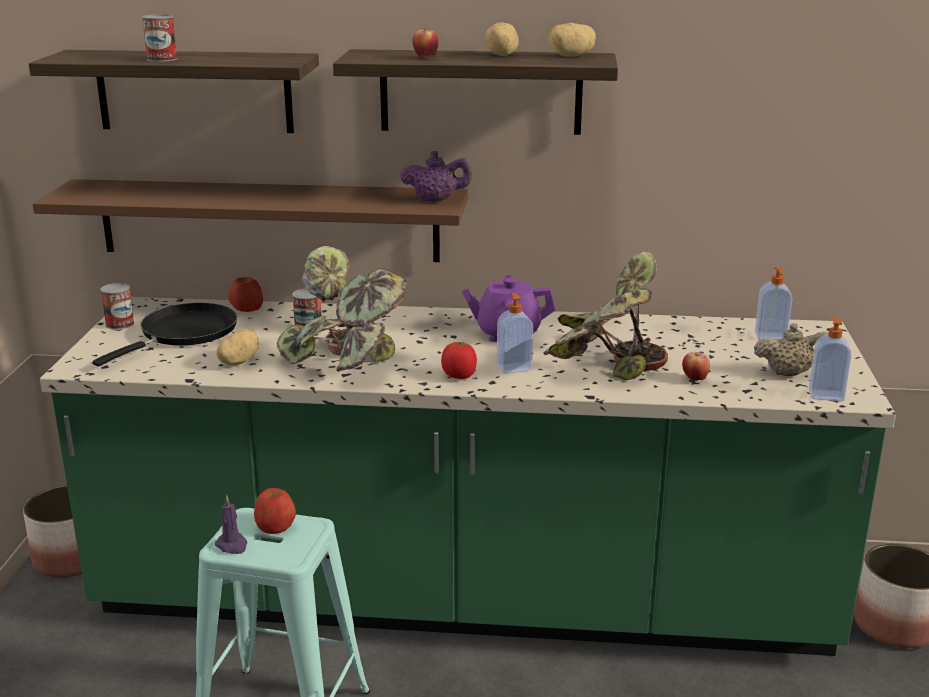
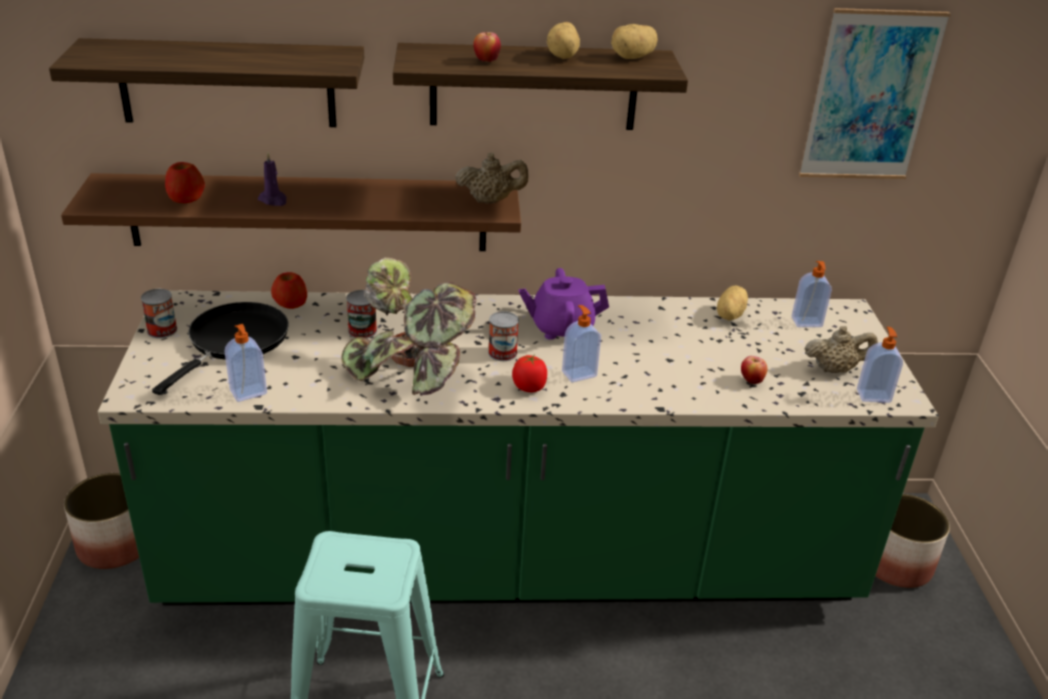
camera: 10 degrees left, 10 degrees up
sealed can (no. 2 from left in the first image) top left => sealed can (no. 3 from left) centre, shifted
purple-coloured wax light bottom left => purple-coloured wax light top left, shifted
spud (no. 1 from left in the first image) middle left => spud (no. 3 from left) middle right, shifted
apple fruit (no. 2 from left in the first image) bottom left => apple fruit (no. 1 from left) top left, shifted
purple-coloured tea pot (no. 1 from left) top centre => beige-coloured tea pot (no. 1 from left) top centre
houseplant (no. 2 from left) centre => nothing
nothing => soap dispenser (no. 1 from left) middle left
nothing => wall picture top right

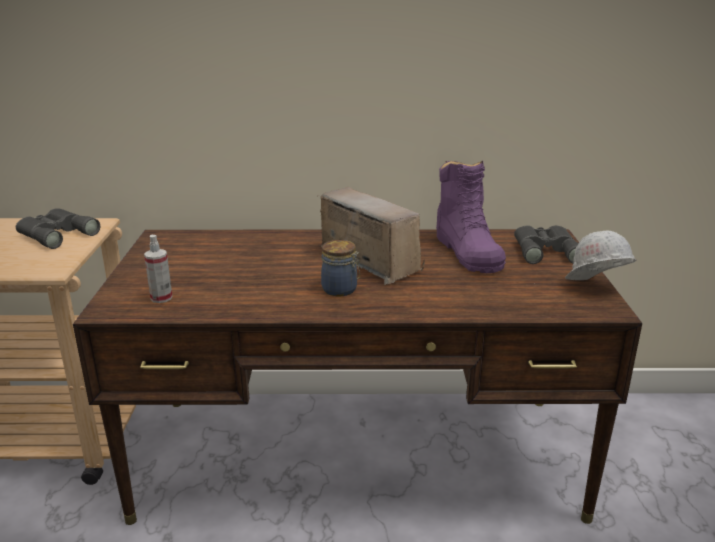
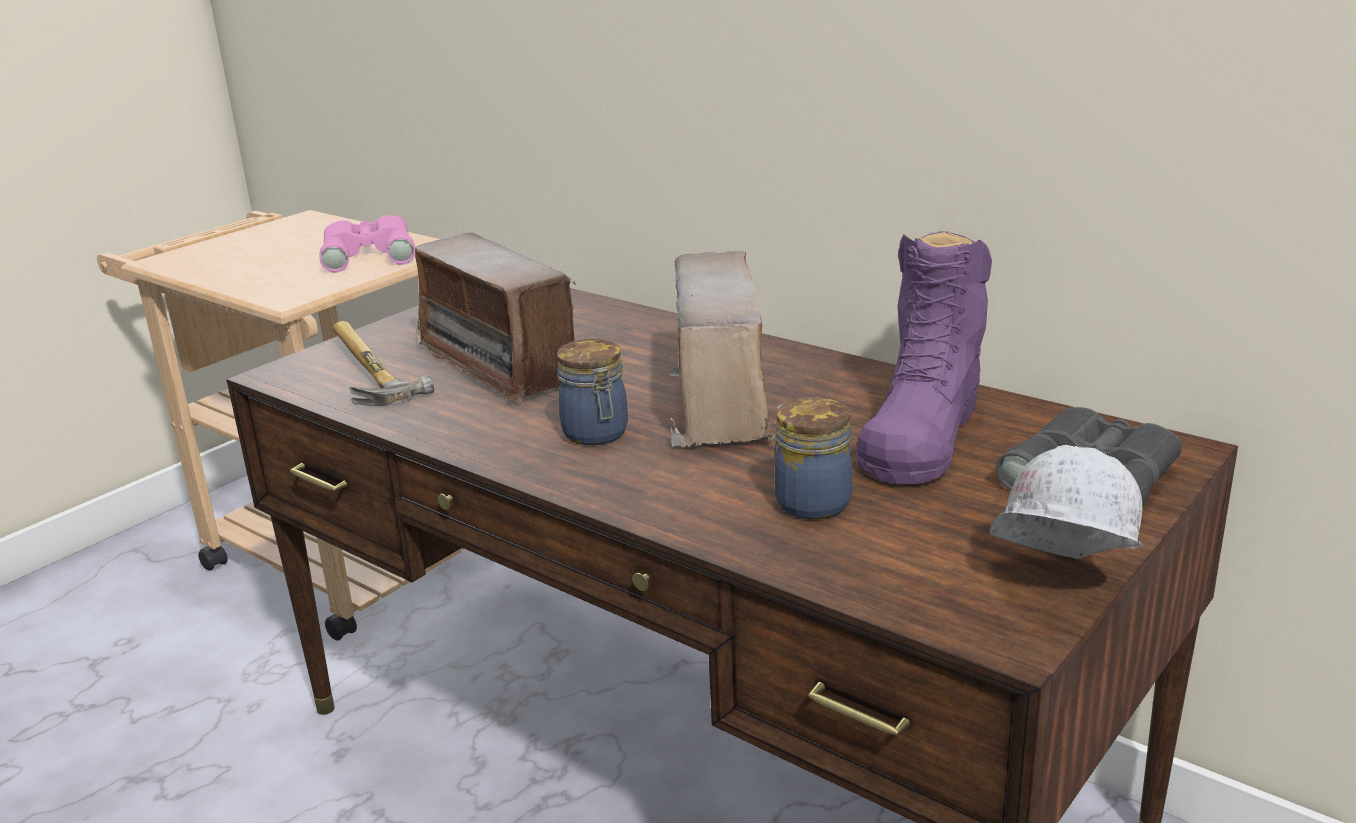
camera: 40 degrees right, 0 degrees up
greyish pair of binoculars (no. 1 from left) middle left => pink pair of binoculars top left
spray bottle middle left => tool hammer middle left
nothing => radio receiver (no. 1 from left) centre
nothing => preserve jar (no. 2 from left) centre

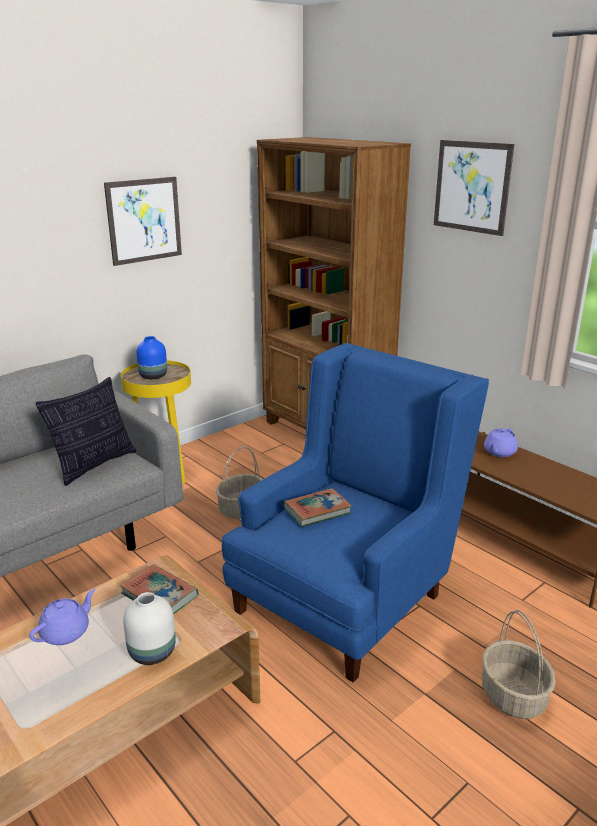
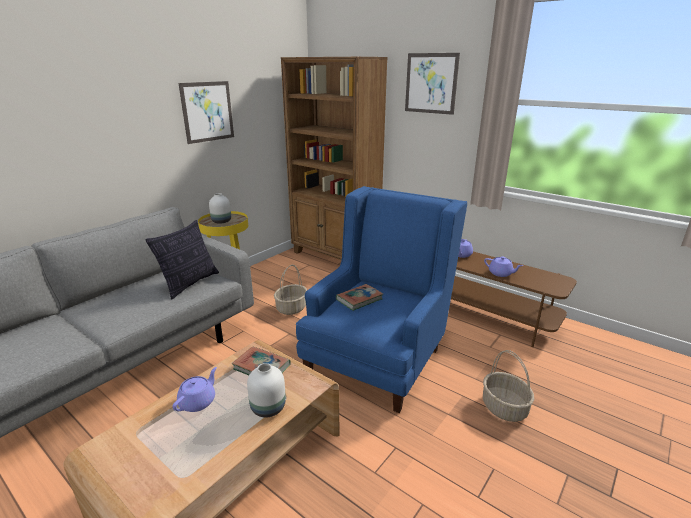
camera: 10 degrees left, 0 degrees up
blue-coloured vase middle left => whitish vase (no. 1 from left) middle left
nothing => purple-coloured tea pot (no. 3 from left) middle right

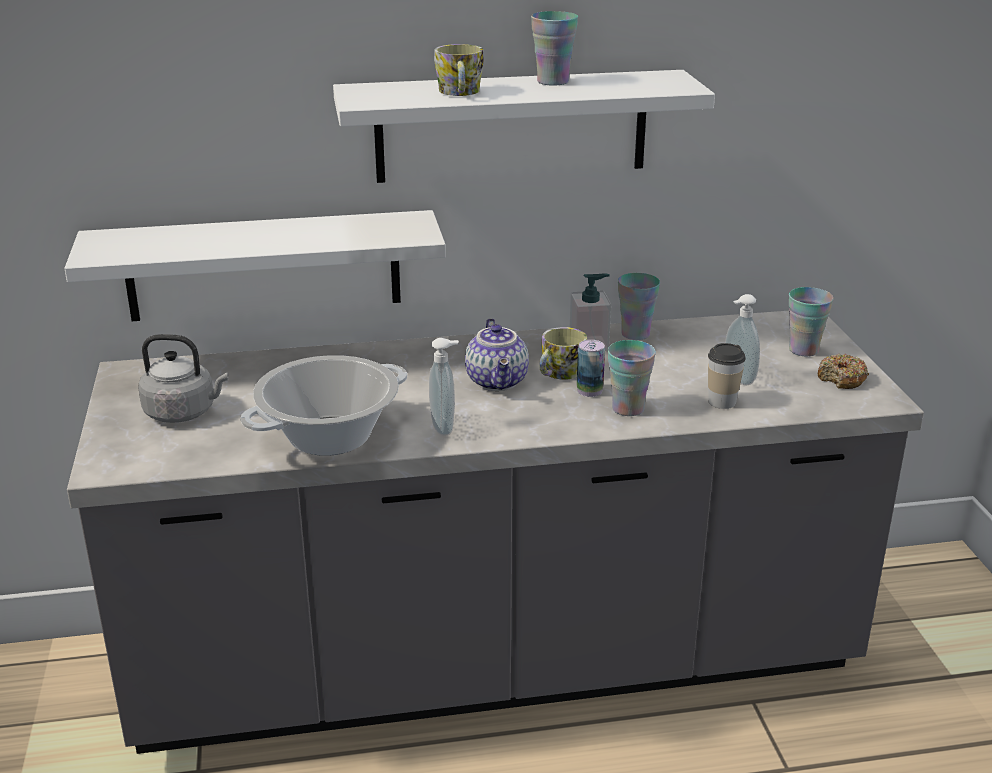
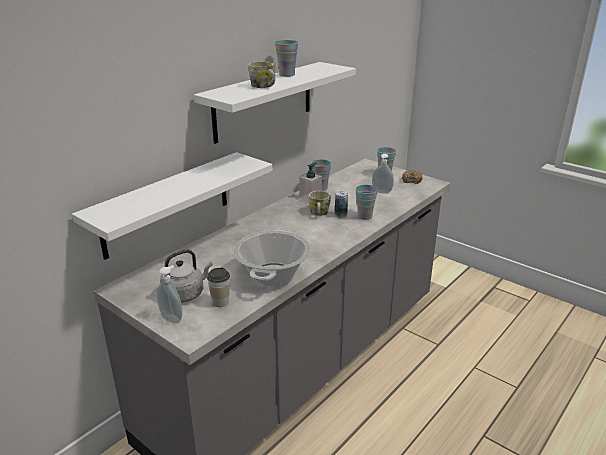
camera: 40 degrees left, 0 degrees up
soap dispenser (no. 1 from left) centre => soap dispenser (no. 1 from left) middle left, shifted
tea pot centre => nothing
small cup (no. 4 from left in the first image) middle right => small cup (no. 1 from left) centre, shifted

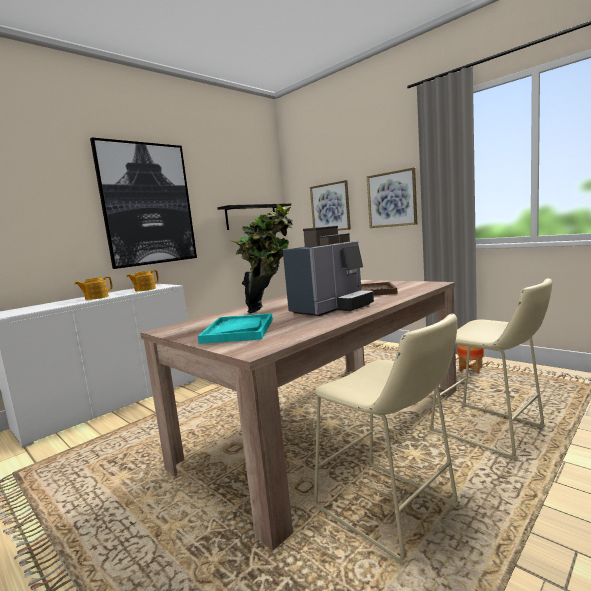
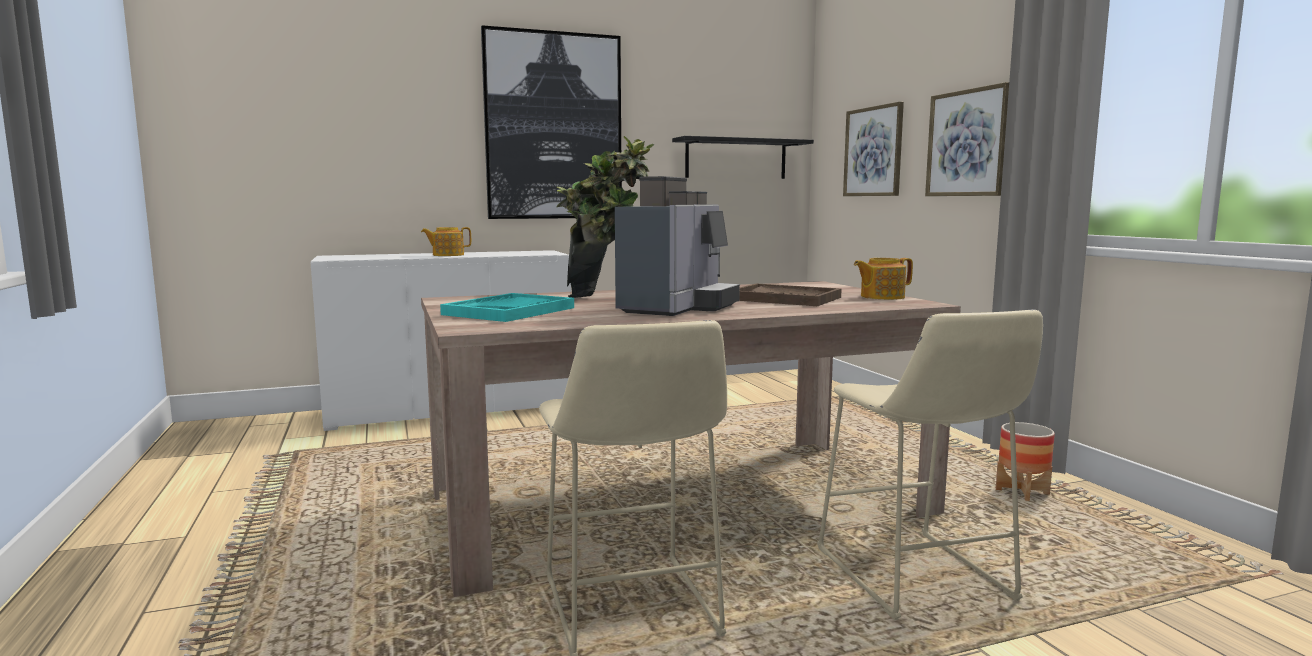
camera: 25 degrees right, 0 degrees up
tea pot (no. 2 from left) middle left => tea pot (no. 2 from left) middle right, shifted
coffee machine centre, 45 degrees counterclockwise

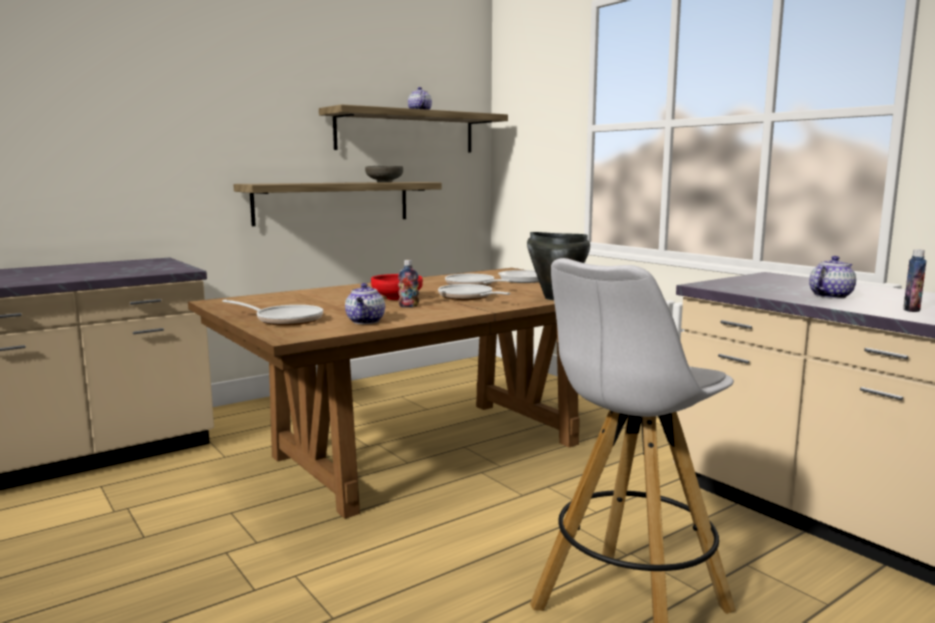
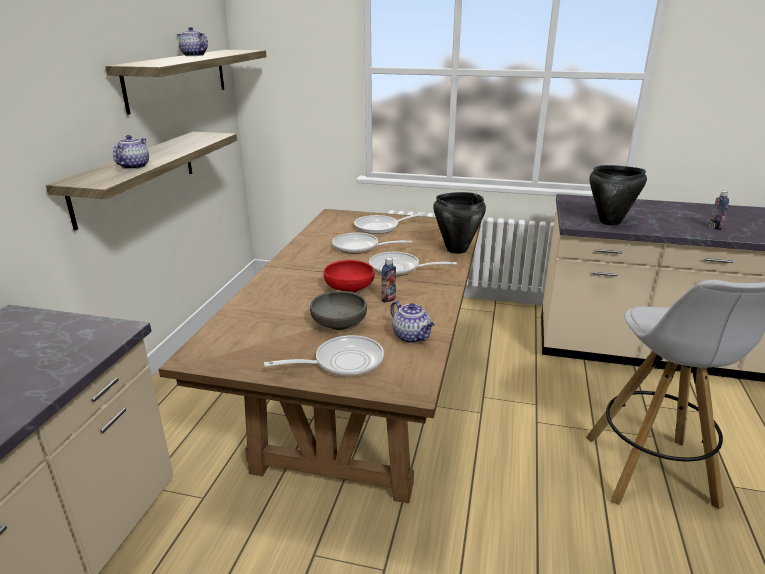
camera: 40 degrees left, 15 degrees up
greyish deep dish top centre => greyish deep dish centre, shifted
tea pot (no. 3 from left in the first image) middle right => tea pot (no. 1 from left) top left, shifted
nothing => blackish saucepot (no. 2 from left) middle right

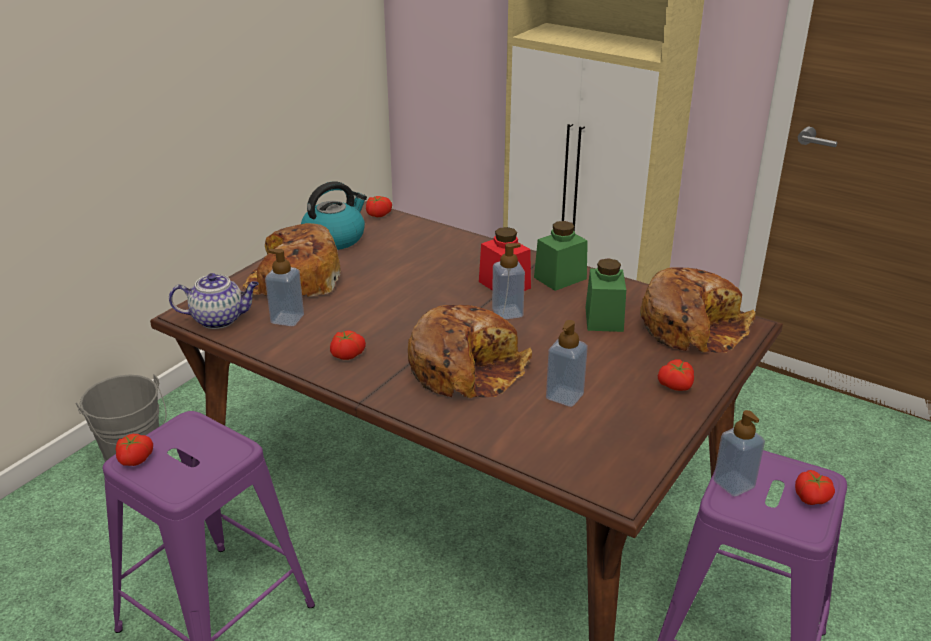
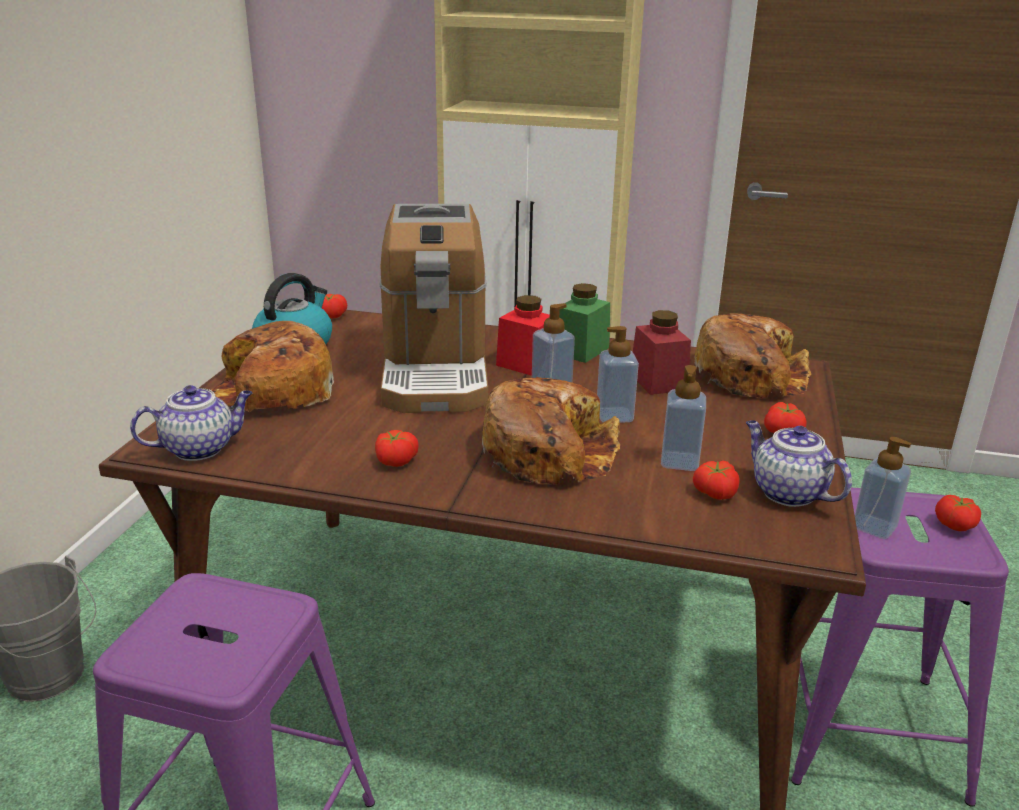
camera: 20 degrees left, 5 degrees down
fresh tomato (no. 1 from left in the first image) bottom left => fresh tomato (no. 3 from left) middle right, shifted
soap dispenser (no. 1 from left in the first image) middle left => soap dispenser (no. 2 from left) centre, shifted
green-coloured preserve jar (no. 2 from left) centre => reddish preserve jar (no. 2 from left) centre
nothing => coffee machine centre
nothing => tea pot (no. 2 from left) middle right

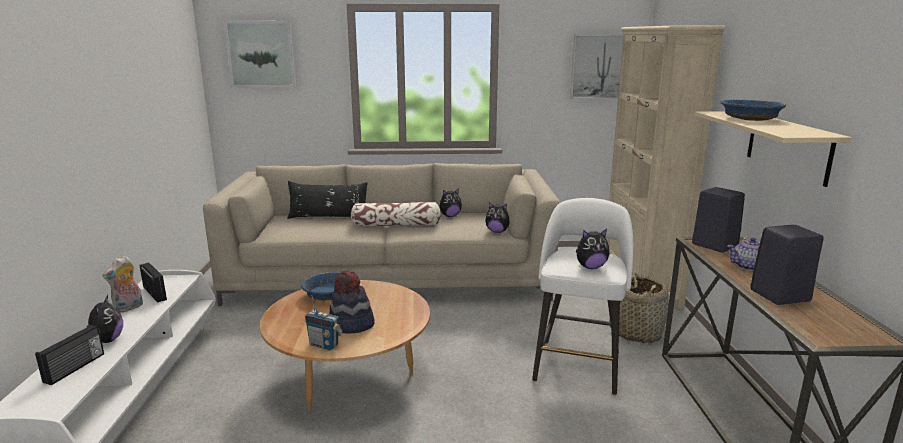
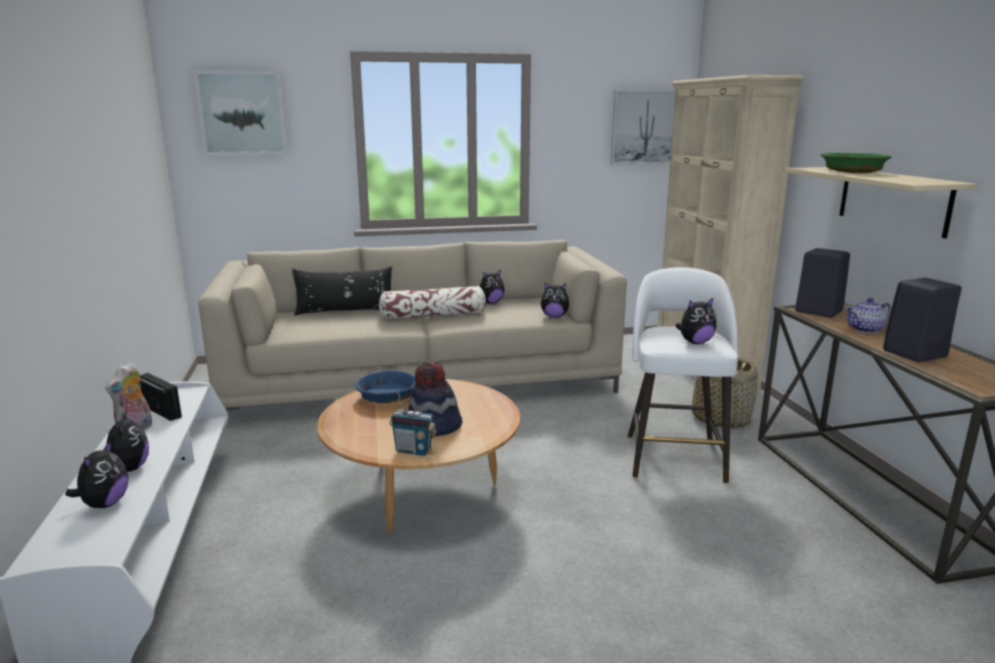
camera: 10 degrees left, 0 degrees up
radio receiver (no. 1 from left) bottom left => soft toy (no. 1 from left) bottom left
blue-coloured deep dish (no. 2 from left) top right => green-coloured deep dish top right

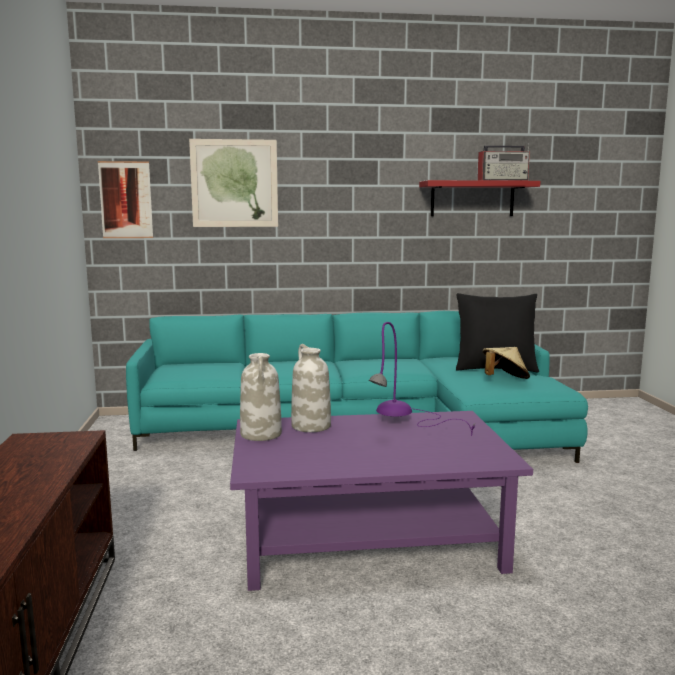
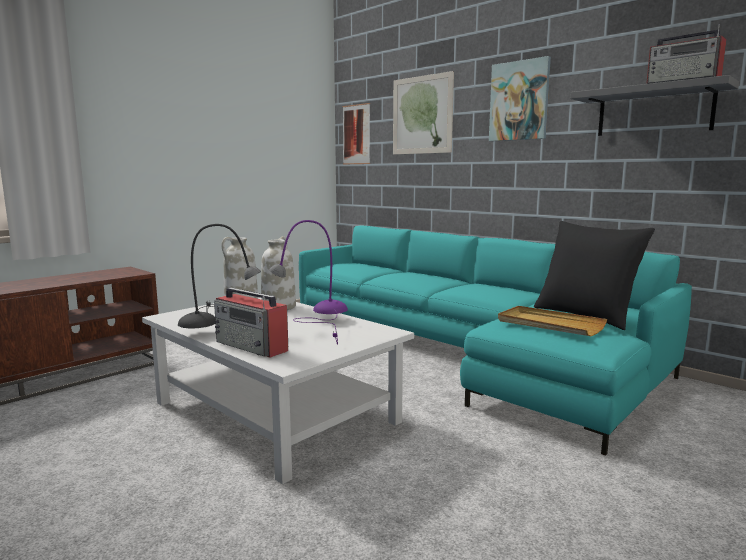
camera: 50 degrees right, 0 degrees up
purple-coloured lounge table bottom centre => whitish lounge table bottom centre
reddish wall shelf top right => greyish wall shelf top right
beige-coloured wearable hat middle right => beige-coloured carrying tray middle right
nothing => greyish table lamp middle left
nothing => radio receiver (no. 1 from left) centre
nothing => wall picture (no. 3 from left) top right

